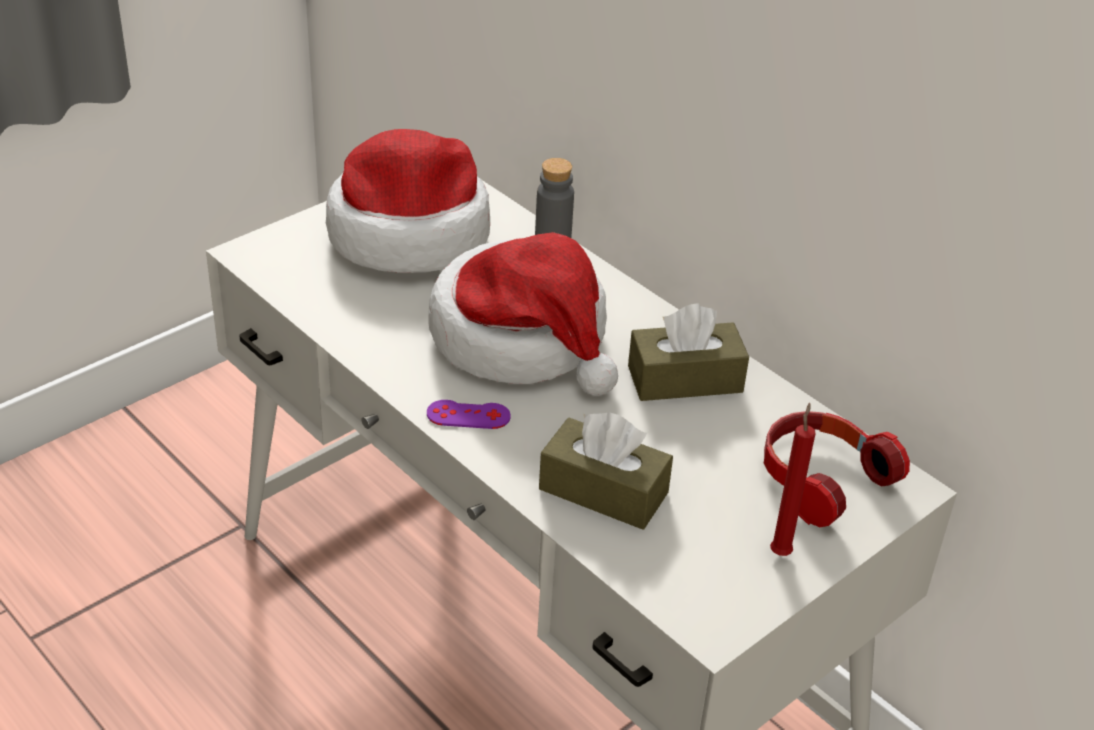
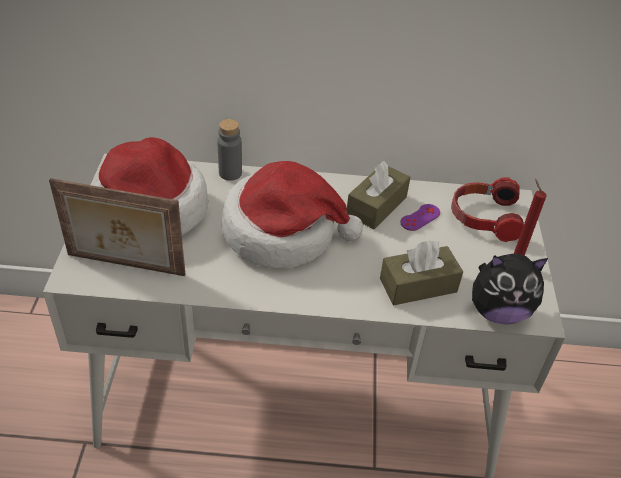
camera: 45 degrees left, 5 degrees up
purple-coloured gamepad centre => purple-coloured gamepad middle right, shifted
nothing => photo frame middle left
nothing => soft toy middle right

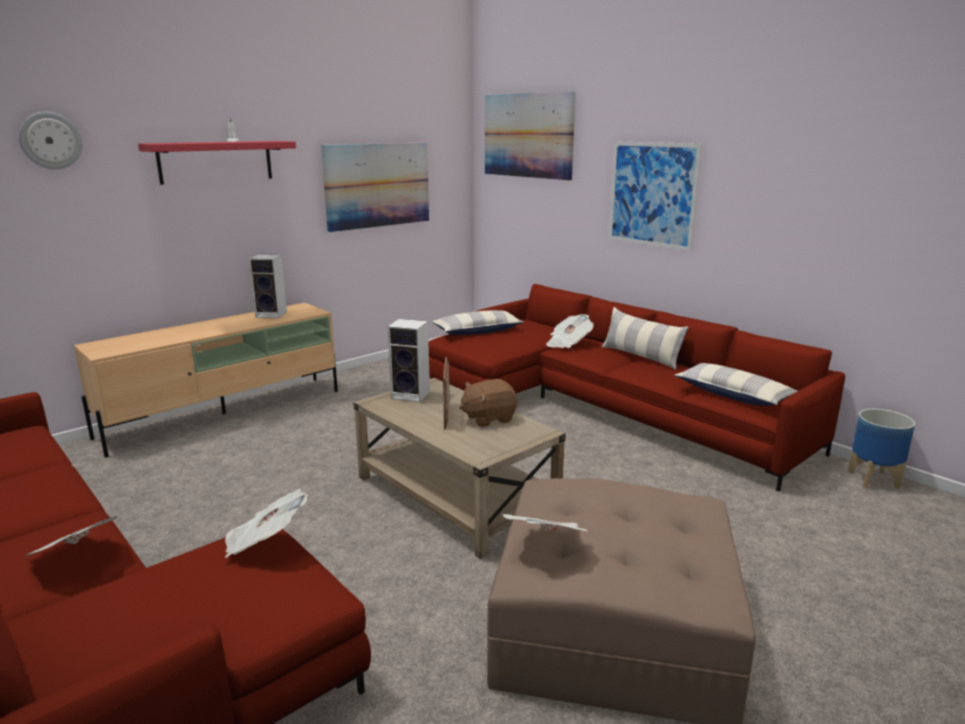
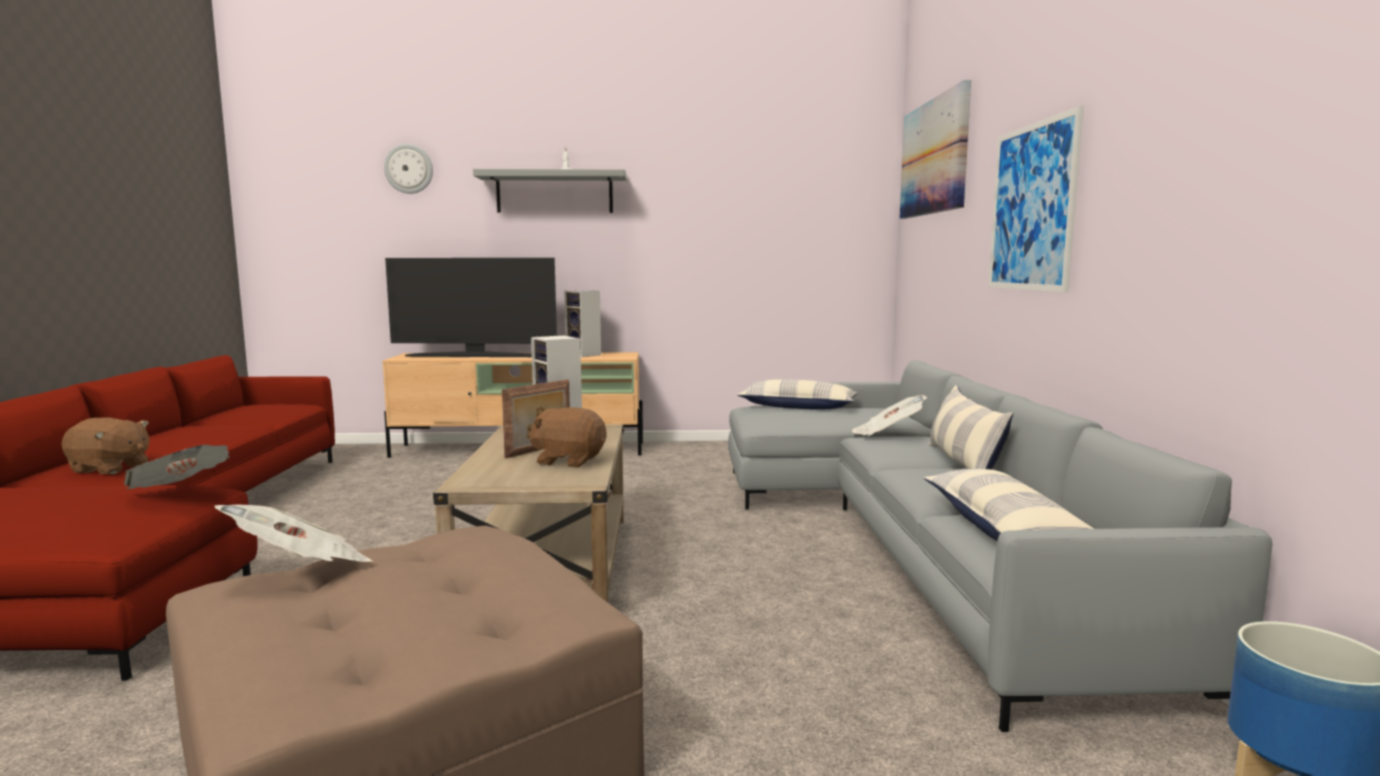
camera: 40 degrees right, 10 degrees down
printed paper (no. 1 from left) bottom left => brown soft toy (no. 1 from left) middle left
reddish wall shelf top left => greyish wall shelf top centre
wall picture (no. 1 from left) top centre => nothing
reddish sofa (no. 2 from left) centre => greyish sofa bottom right
nothing => television centre

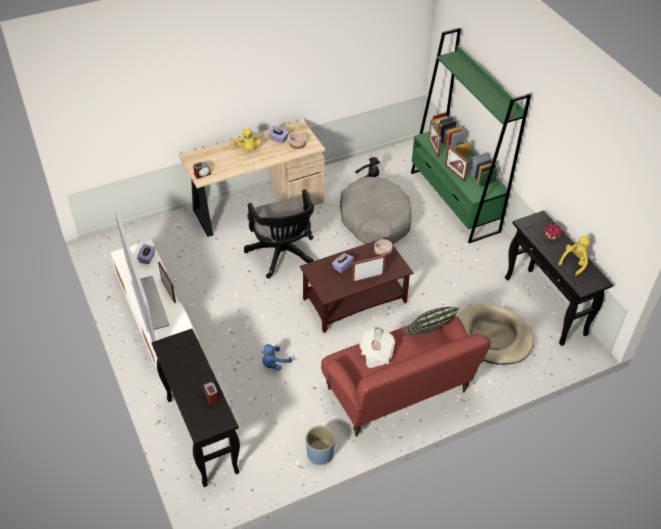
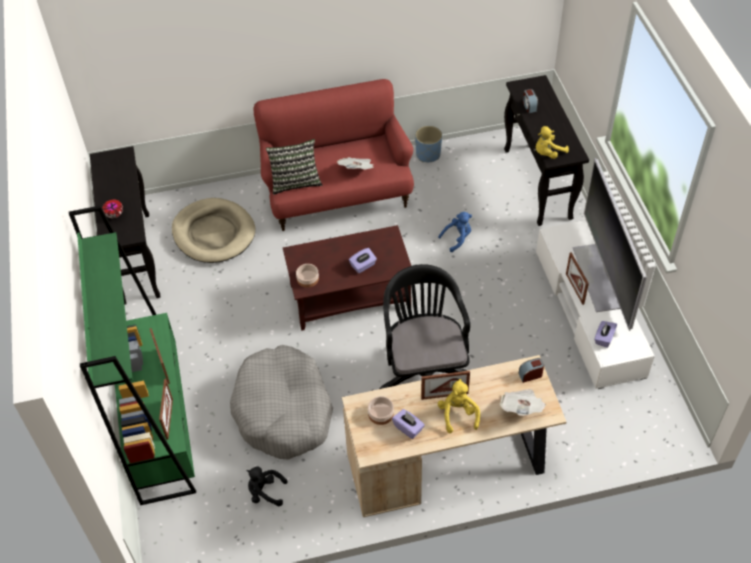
camera: 165 degrees left, 5 degrees up
photo frame (no. 2 from left in the first image) centre => photo frame (no. 3 from left) bottom centre, shifted
yellow soft toy (no. 2 from left) middle right => yellow soft toy (no. 2 from left) top right, shifted
nothing => printed paper (no. 2 from left) bottom right

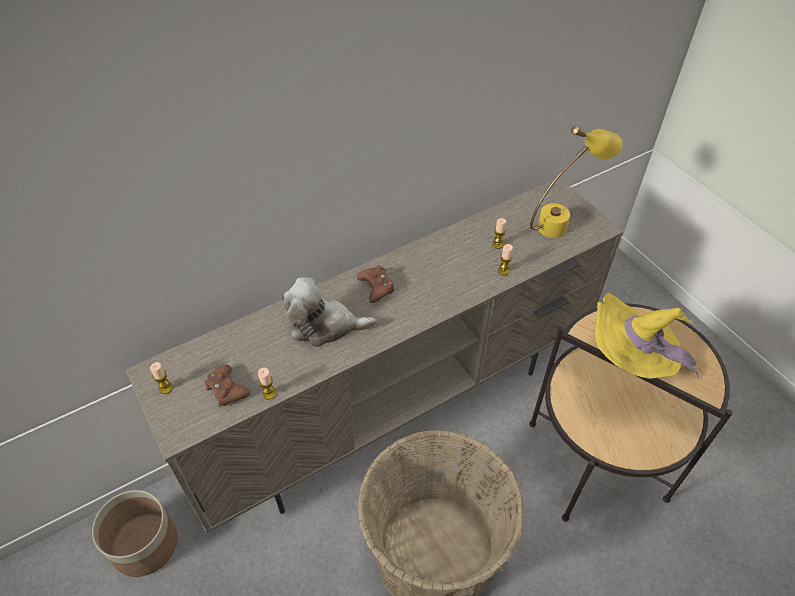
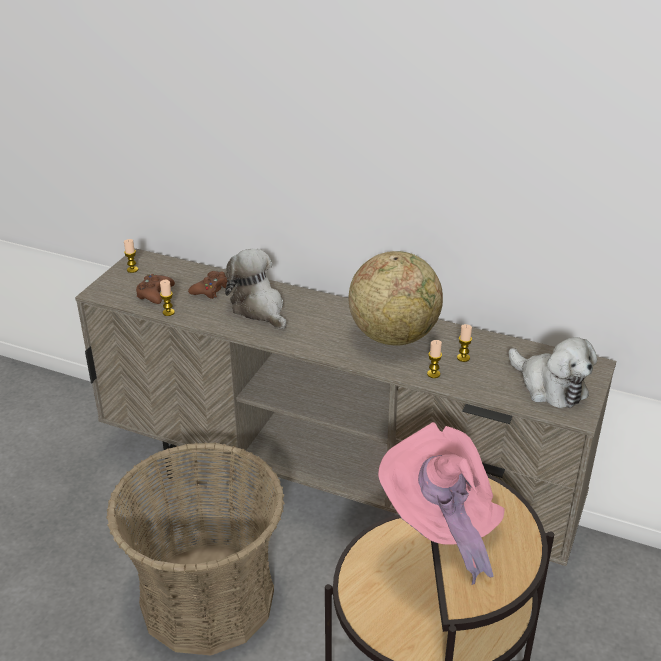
camera: 55 degrees right, 15 degrees down
planter bottom left => nothing
brown gamepad (no. 2 from left) centre => brown gamepad (no. 2 from left) middle left, shifted
yellow table lamp top right => soft toy (no. 2 from left) middle right
yellow wearable hat middle right => pink wearable hat bottom right
nothing => globe centre

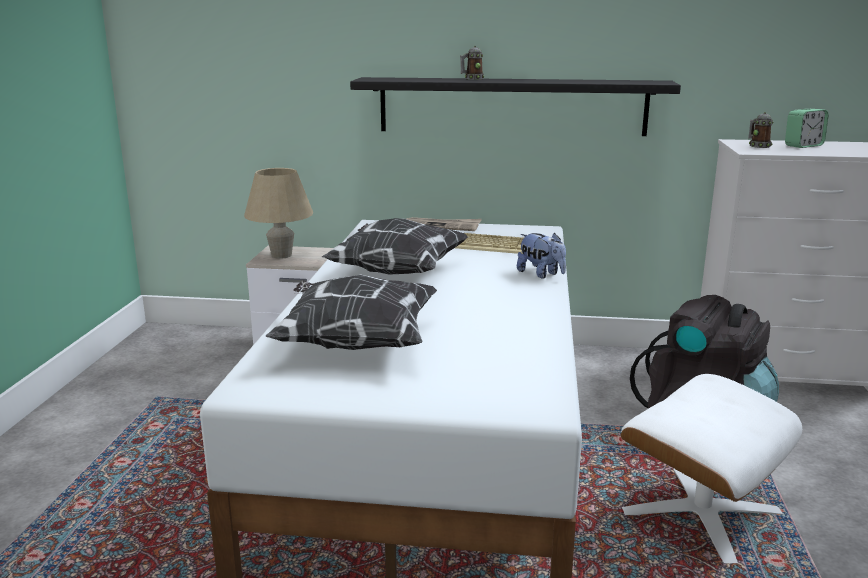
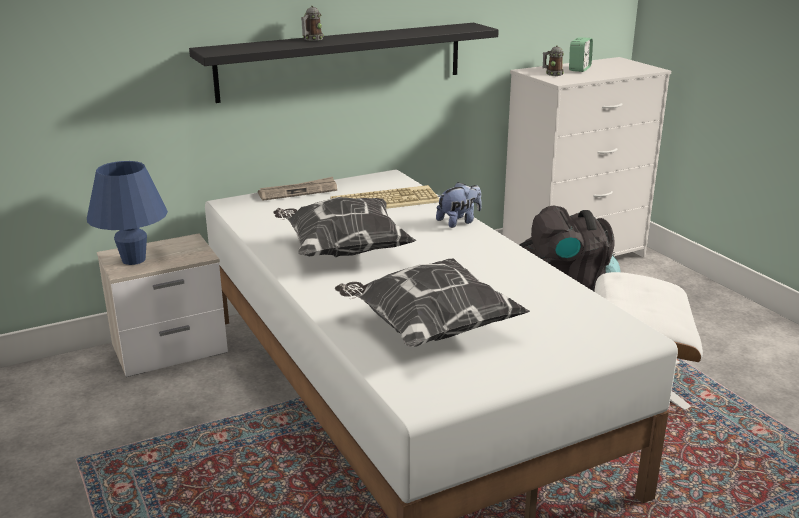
camera: 35 degrees left, 5 degrees up
beige-coloured table lamp middle left => blue-coloured table lamp middle left
soft toy centre, 45 degrees counterclockwise

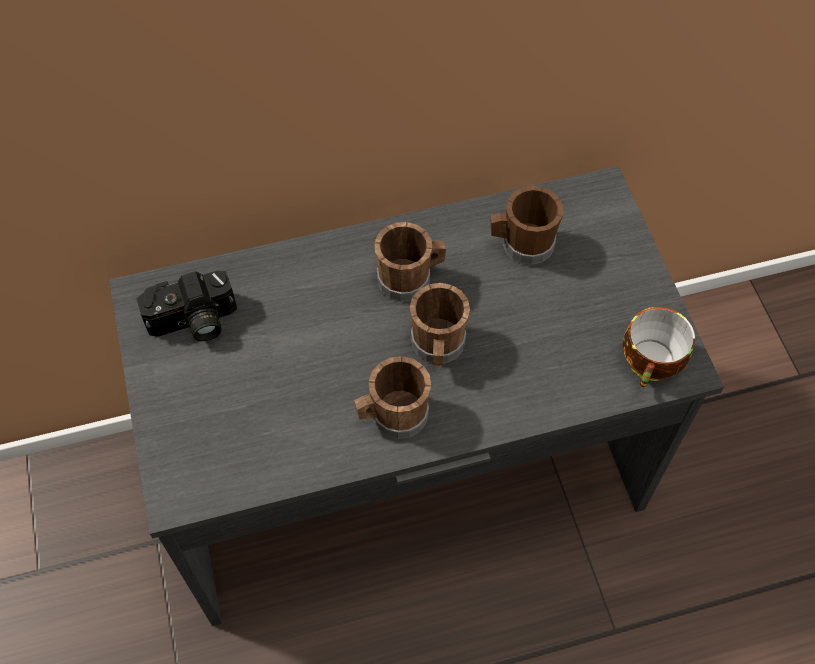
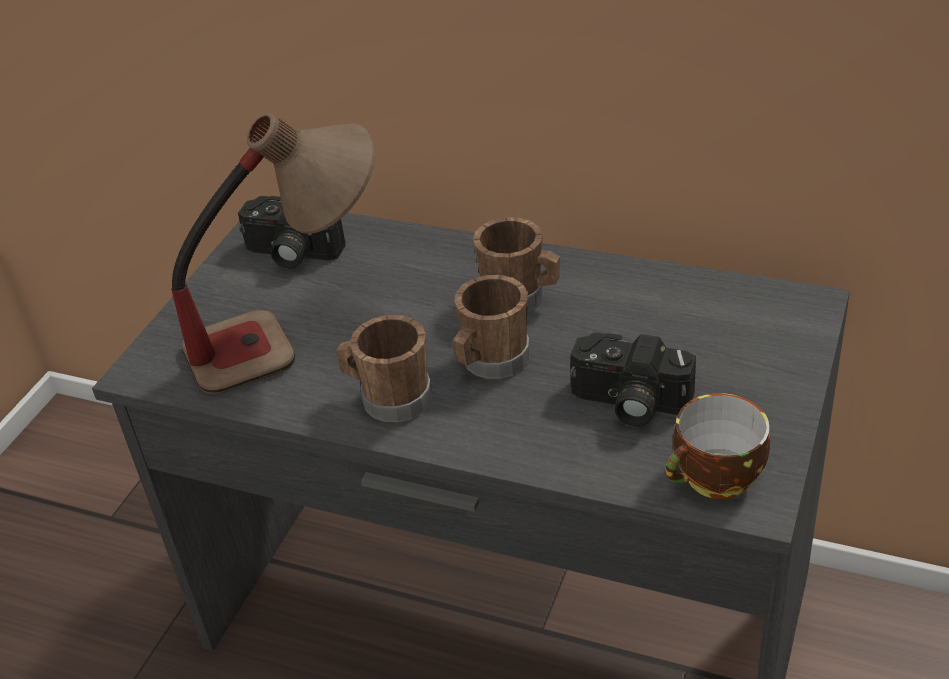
camera: 40 degrees right, 20 degrees down
brown mug (no. 4 from left) centre => nothing
nothing => table lamp middle left
nothing => still camera (no. 2 from left) middle right

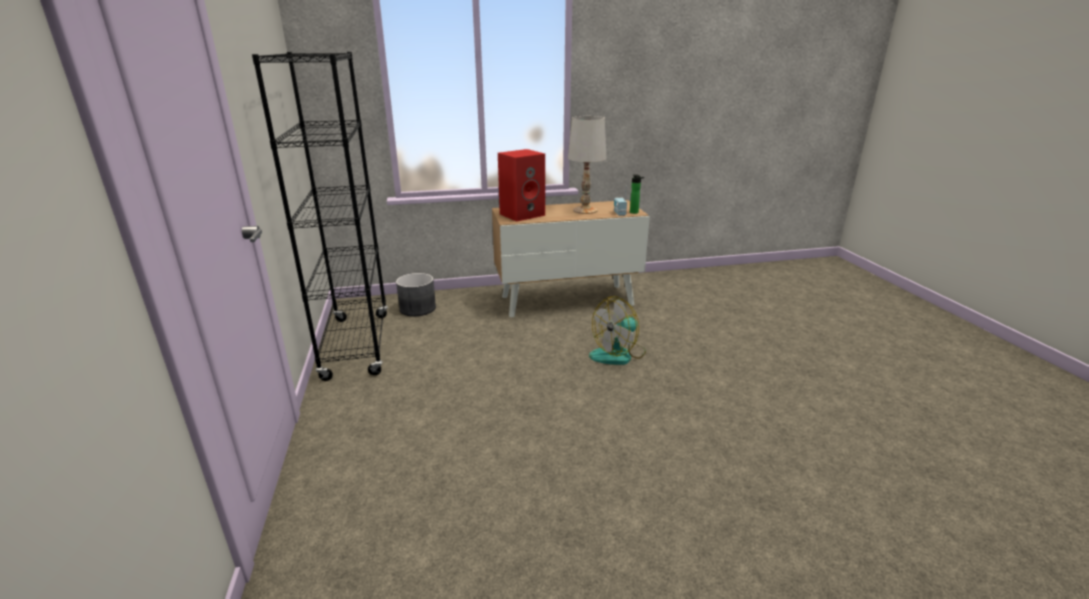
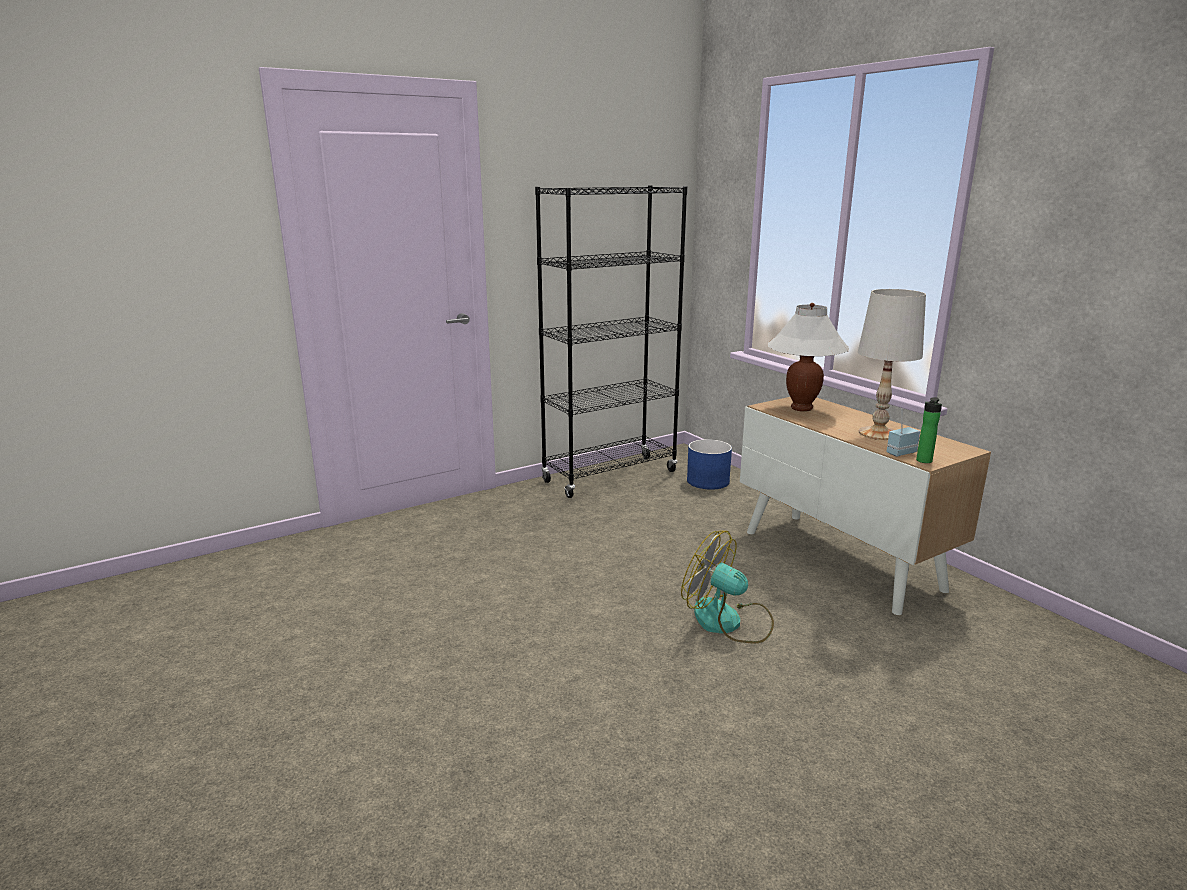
camera: 70 degrees right, 5 degrees down
greyish planter centre => blue-coloured planter centre
reddish speaker top centre => whitish table lamp (no. 1 from left) middle right

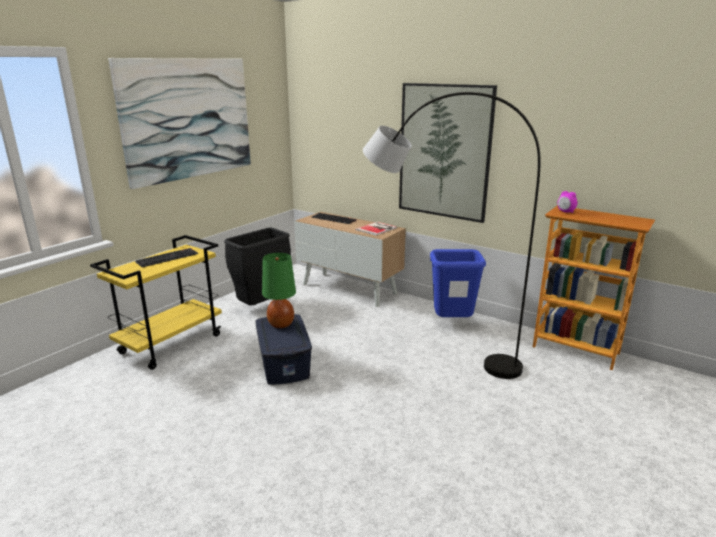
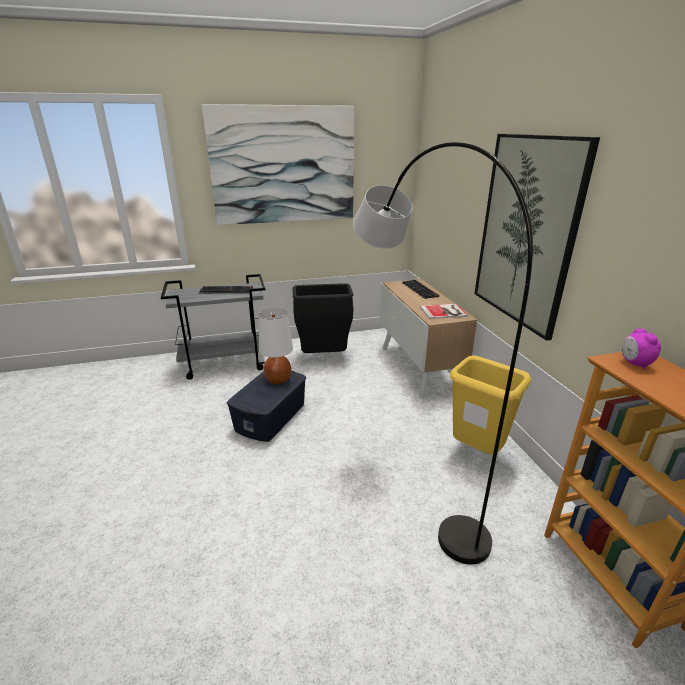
camera: 40 degrees right, 5 degrees up
yellow cart middle left => greyish cart middle left
green-coloured table lamp centre => whitish table lamp centre
blue-coloured trash can centre => yellow trash can middle right

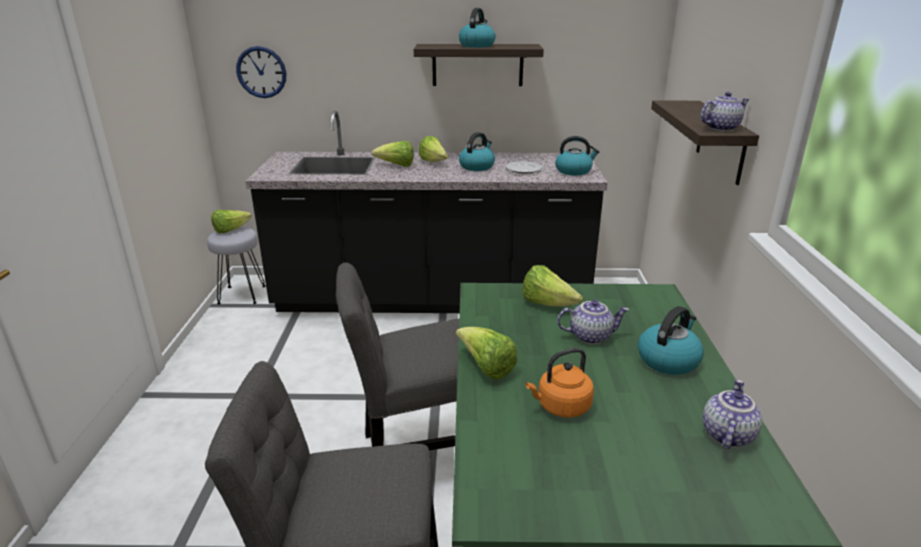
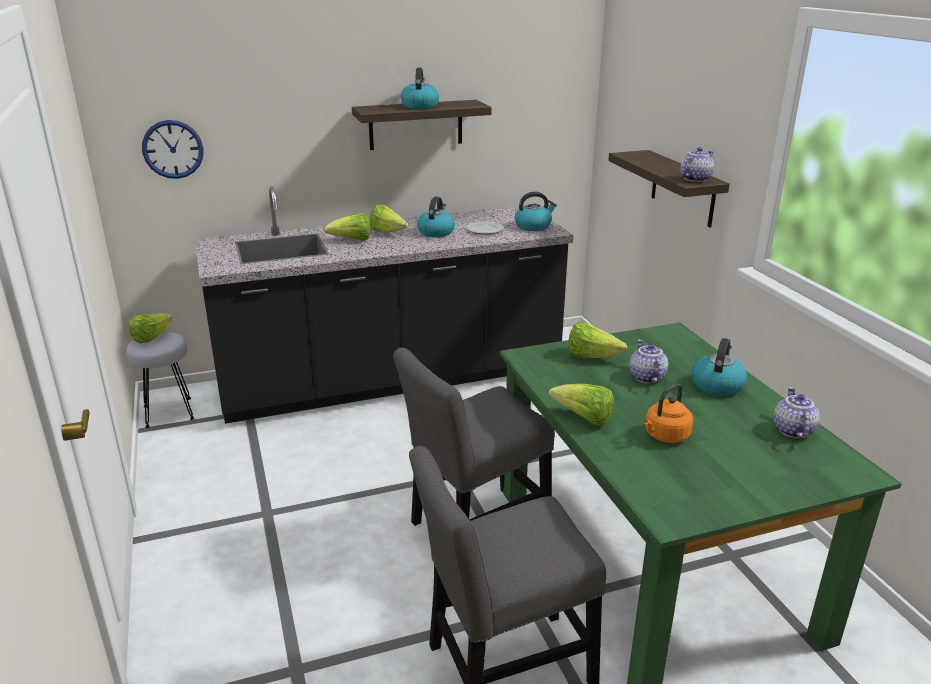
camera: 20 degrees left, 0 degrees up
tea pot (no. 1 from left) centre => tea pot (no. 1 from left) middle right, 75 degrees counterclockwise

